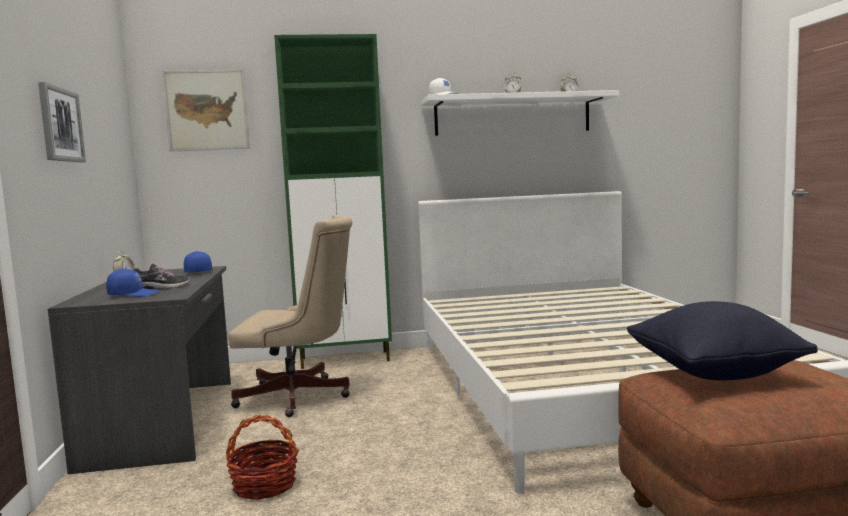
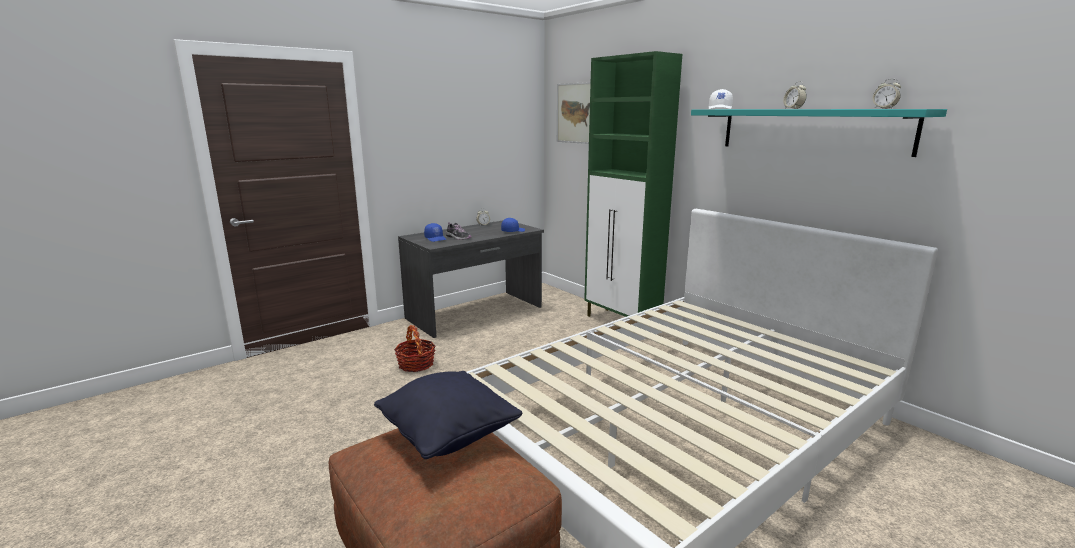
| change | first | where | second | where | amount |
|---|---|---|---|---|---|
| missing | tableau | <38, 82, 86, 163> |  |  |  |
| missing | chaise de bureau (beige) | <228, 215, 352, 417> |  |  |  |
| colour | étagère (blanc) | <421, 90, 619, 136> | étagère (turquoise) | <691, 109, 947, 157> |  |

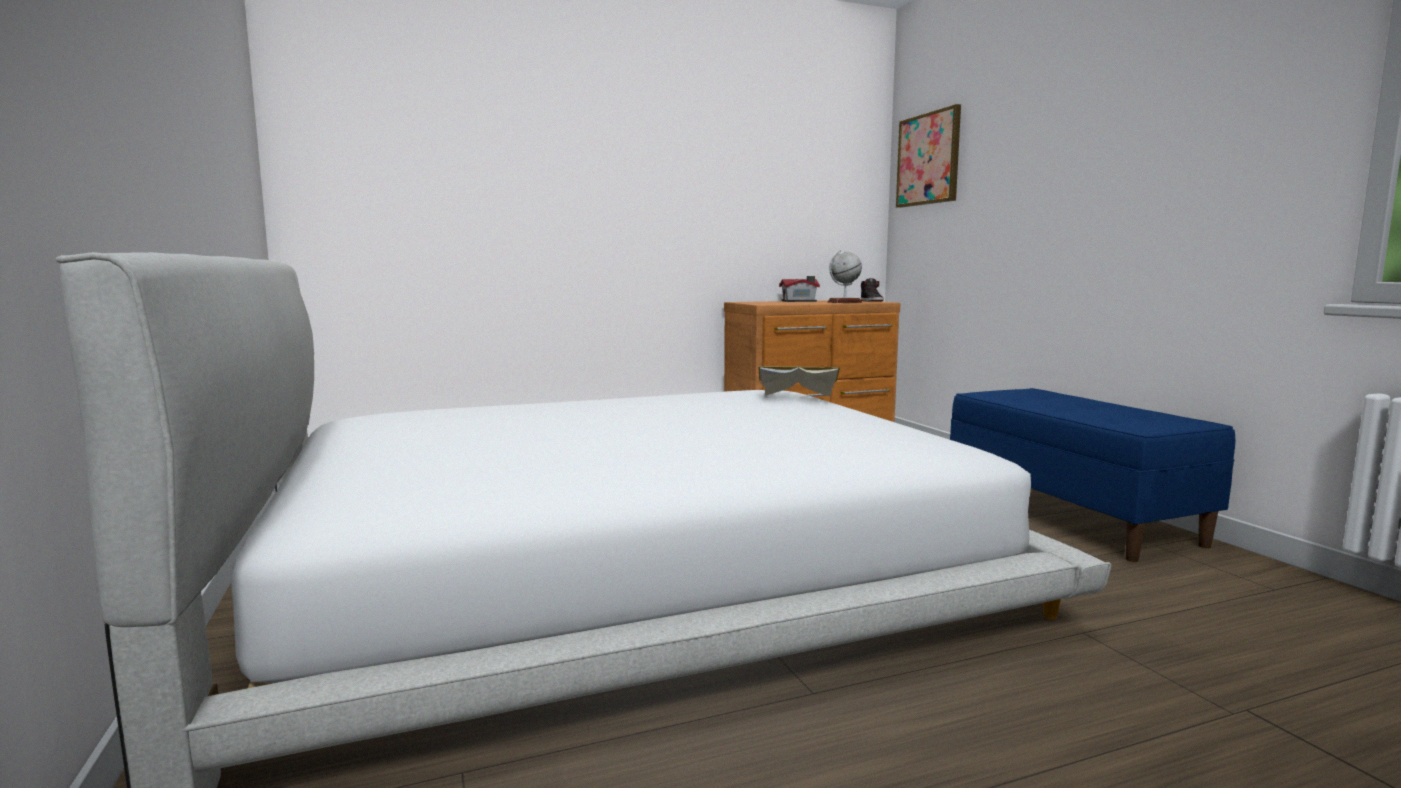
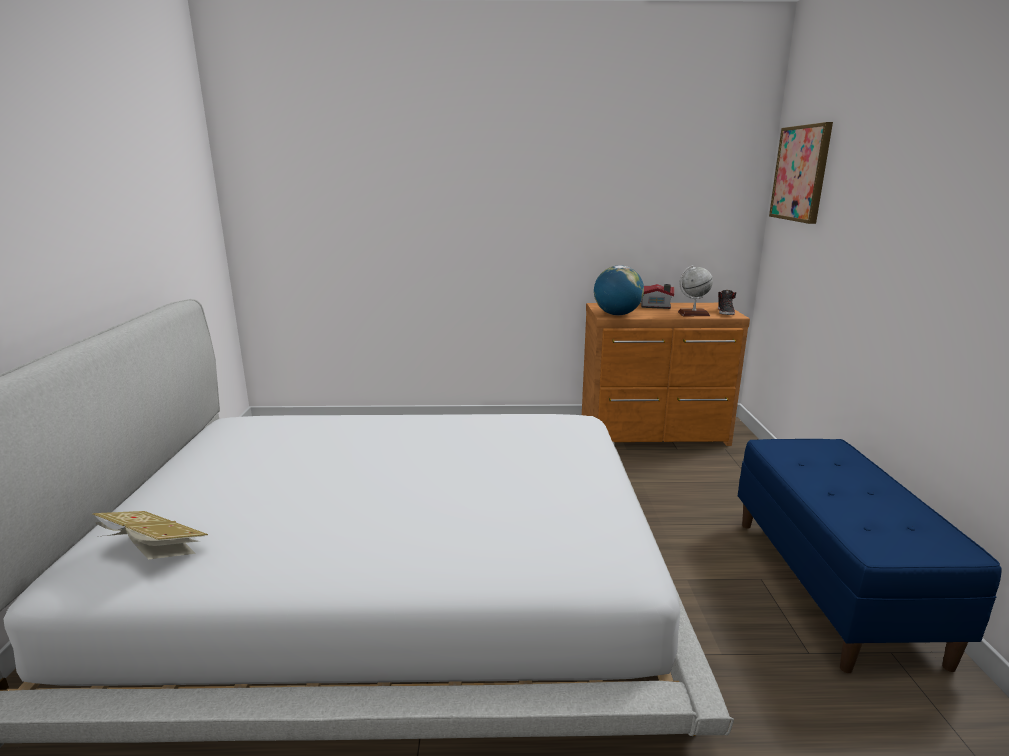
| change | first | where | second | where | amount |
|---|---|---|---|---|---|
| relocated | livre | <758, 366, 840, 397> |  | <92, 511, 208, 560> |  |
| appeared |  |  | globe | <594, 265, 644, 315> |  |

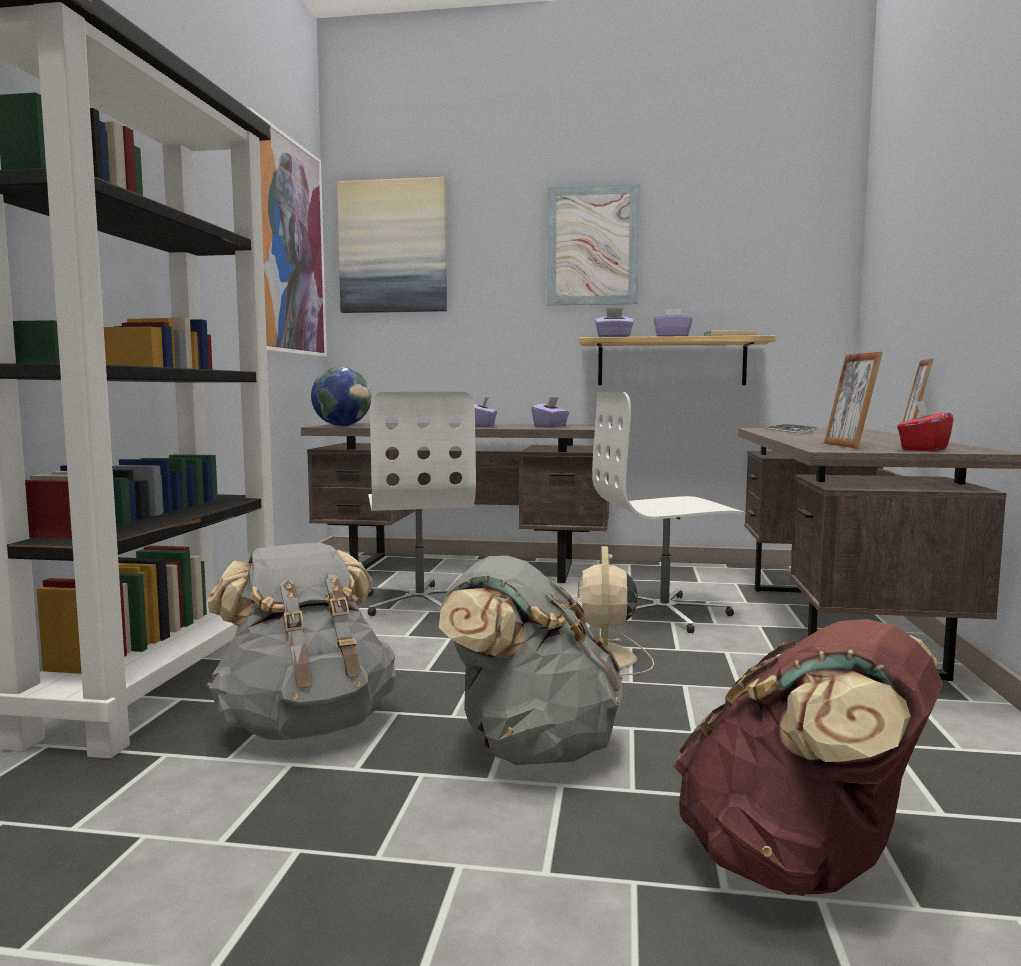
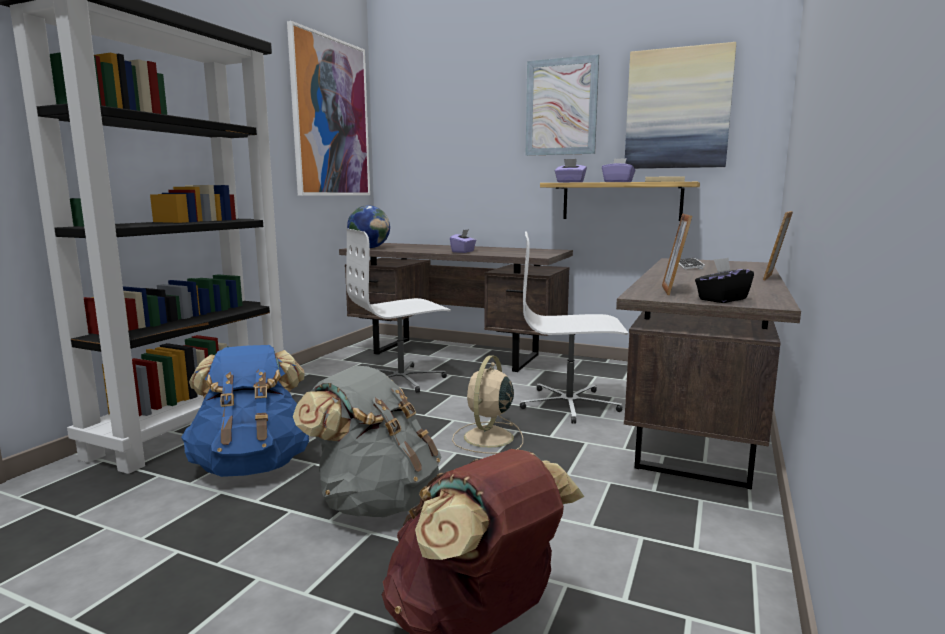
| change | first | where | second | where | amount |
|---|---|---|---|---|---|
| colour | sac à dos (gris) | <207, 542, 396, 740> | sac à dos (bleu) | <181, 345, 309, 477> |  |
| relocated | tableau | <337, 177, 447, 313> |  | <625, 42, 736, 169> |  |
| spun | chaise de bureau (blanc) | <367, 392, 476, 616> |  | <346, 229, 451, 393> | 60 degrees clockwise |
| missing | boîte à mouchoirs (violet) | <532, 397, 569, 428> |  |  |  |
| colour | boîte à mouchoirs (rouge) | <897, 401, 954, 452> | boîte à mouchoirs (noir) | <695, 258, 754, 303> |  |

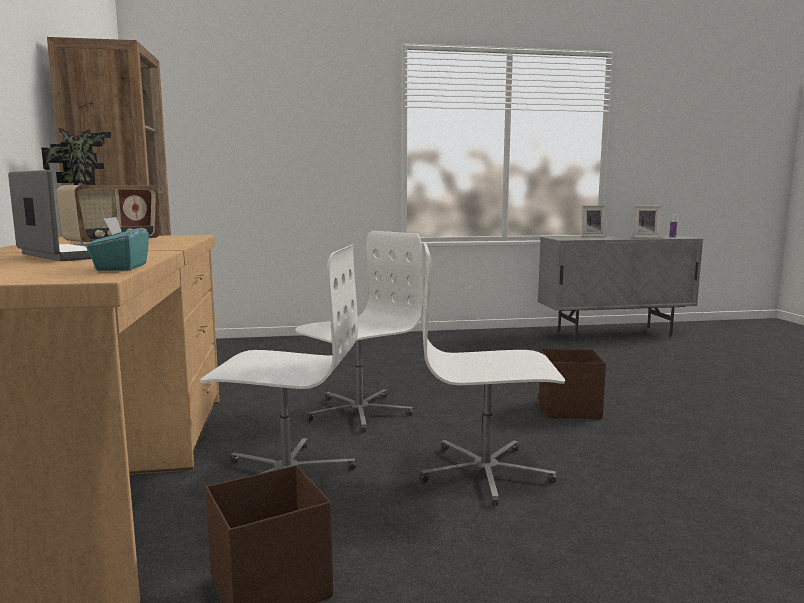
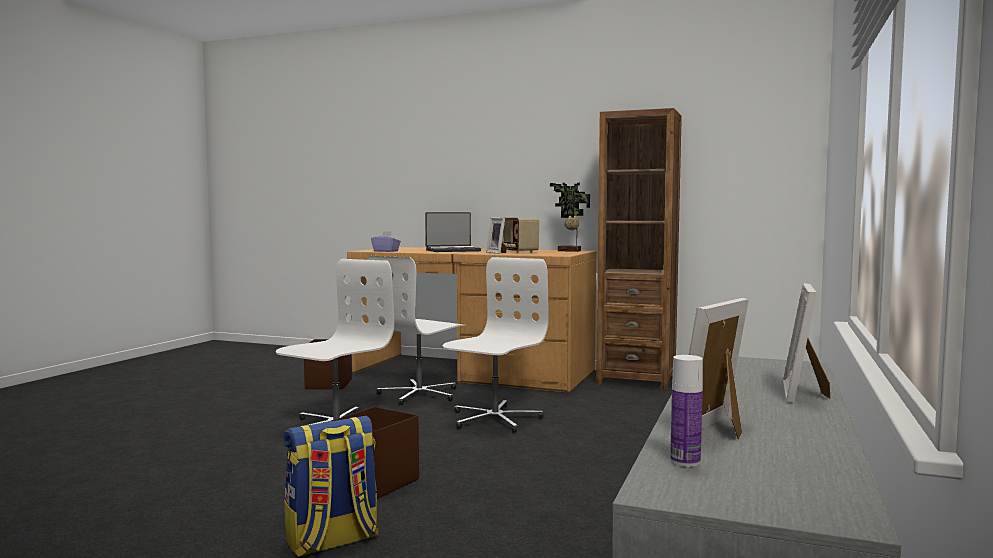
| change | first | where | second | where | amount |
|---|---|---|---|---|---|
| colour | boîte à mouchoirs (turquoise) | <86, 217, 149, 271> | boîte à mouchoirs (violet) | <371, 231, 401, 252> |  |
| spun | chaise de bureau (blanc) | <296, 231, 424, 432> |  | <443, 257, 549, 433> | 135 degrees counterclockwise |
| appeared |  |  | sac à dos | <284, 416, 379, 557> |  |
| appeared |  |  | cadre photo | <486, 218, 507, 254> |  |

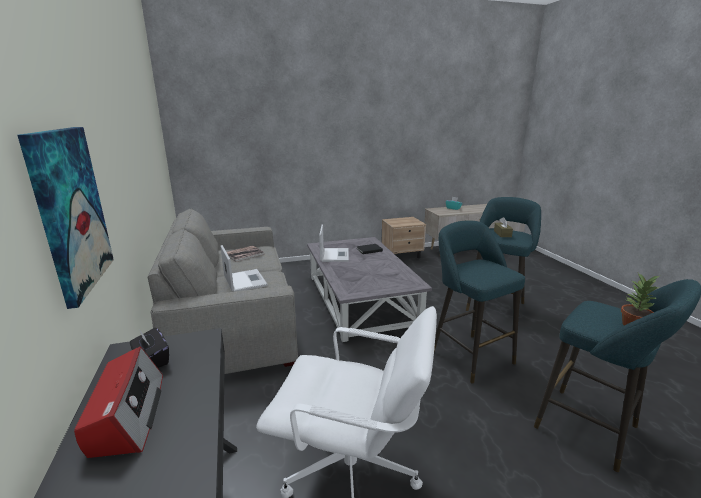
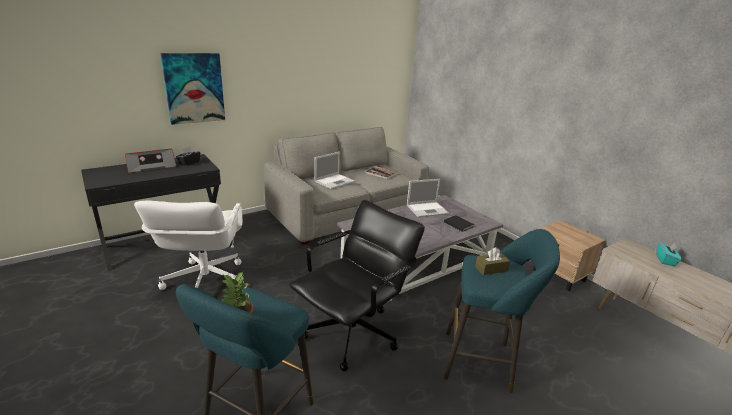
| change | first | where | second | where | amount |
|---|---|---|---|---|---|
| exchanged | tabouret (turquoise) | <434, 221, 525, 384> | chaise de bureau (noir) | <290, 200, 425, 371> |  |

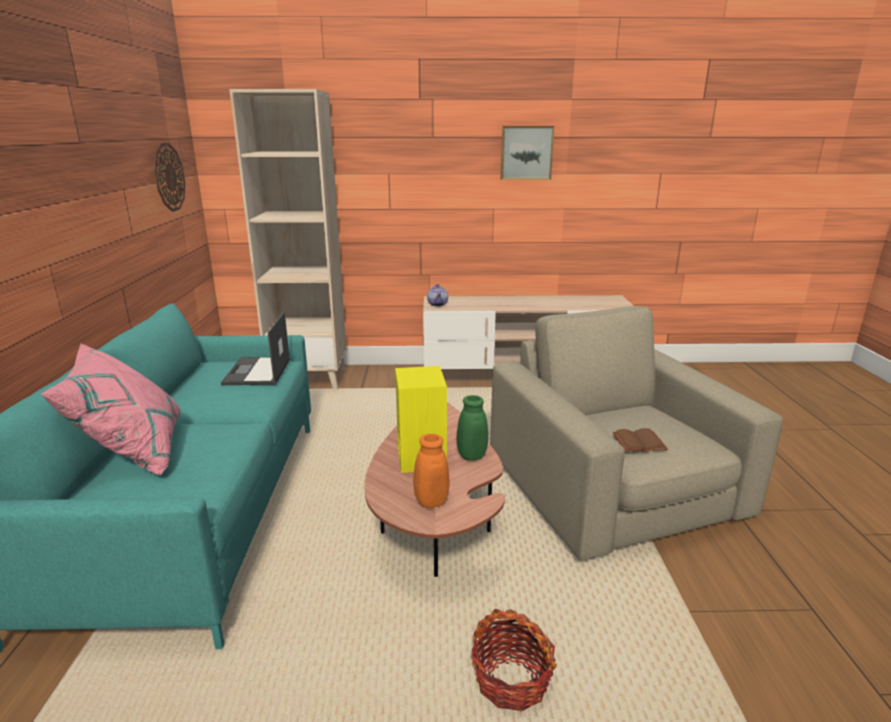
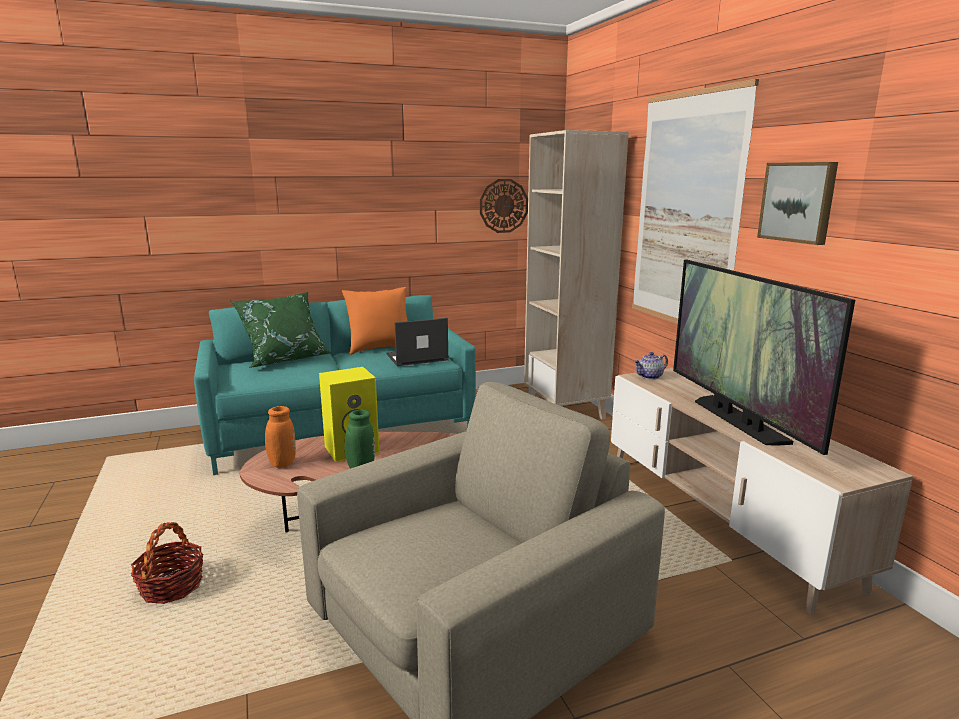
| change | first | where | second | where | amount |
|---|---|---|---|---|---|
| colour | coussin (rose) | <41, 343, 181, 475> | coussin (vert) | <230, 292, 332, 368> |  |
| missing | livre (marron) | <613, 428, 668, 452> |  |  |  |
| appeared |  |  | coussin (orange) | <342, 287, 407, 354> |  |
| appeared |  |  | tableau | <632, 79, 759, 324> |  |
| appeared |  |  | téléviseur | <673, 260, 855, 455> |  |

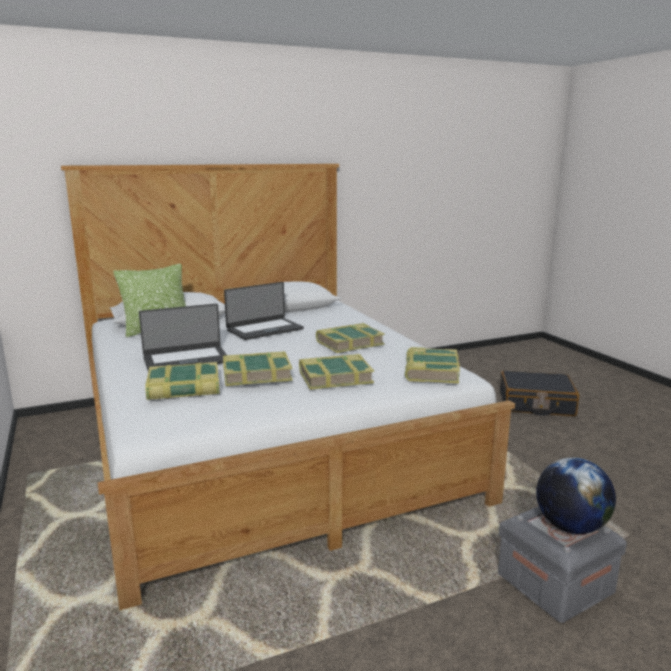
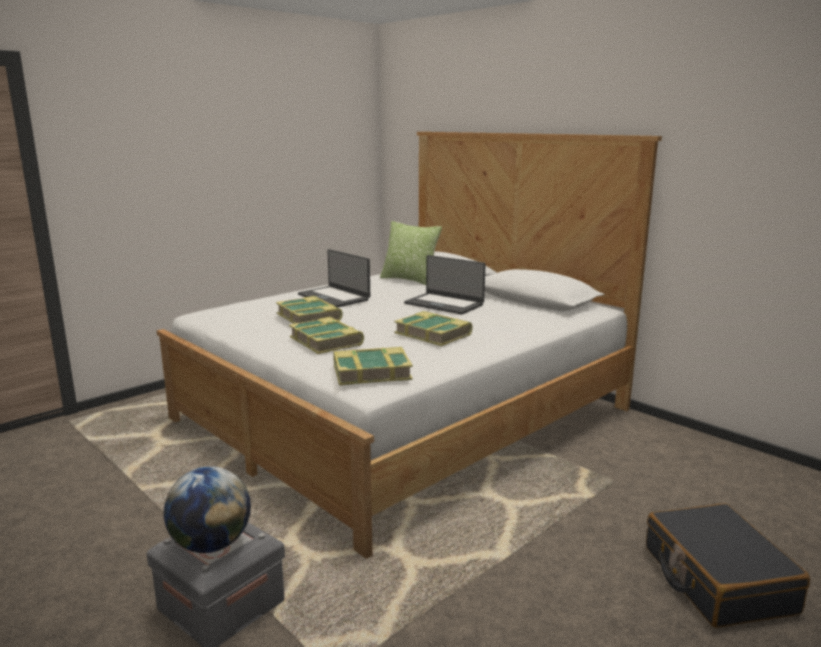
| change | first | where | second | where | amount |
|---|---|---|---|---|---|
| missing | livre | <145, 362, 220, 400> |  |  |  |

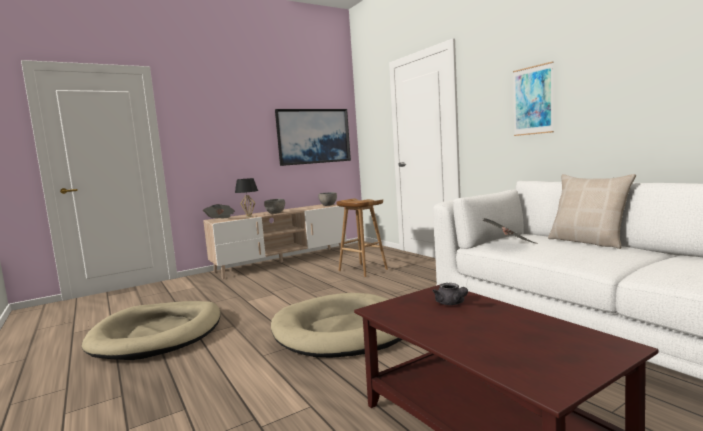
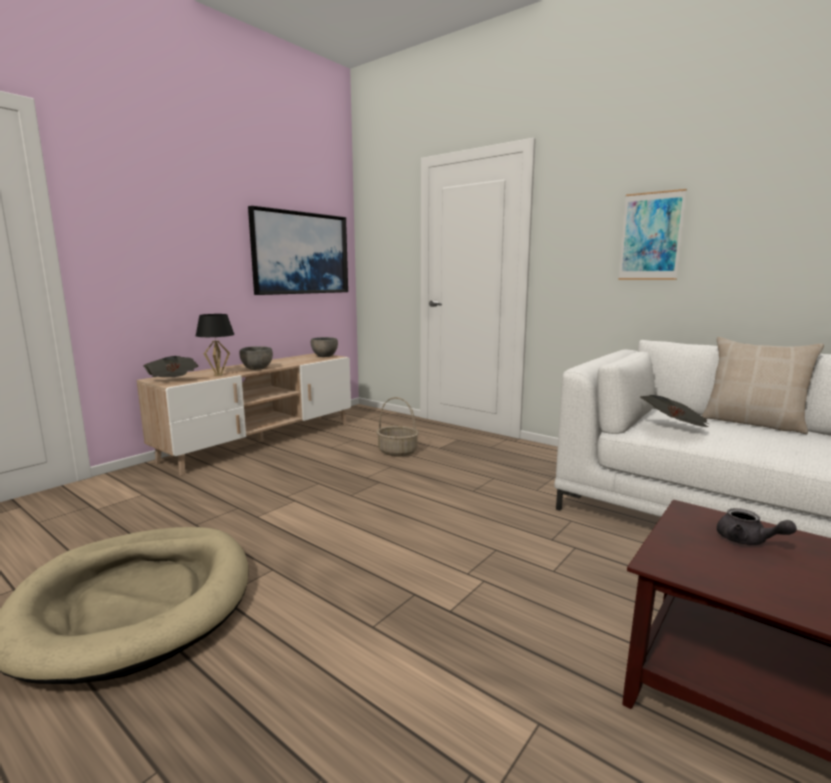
| change | first | where | second | where | amount |
|---|---|---|---|---|---|
| missing | panier pour chien (beige) | <271, 293, 402, 358> |  |  |  |
| exchanged | tabouret (marron) | <336, 198, 388, 277> | panier | <377, 397, 419, 456> |  |

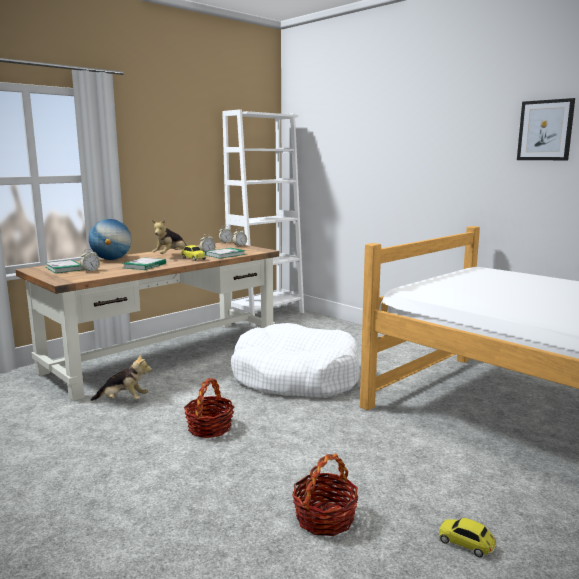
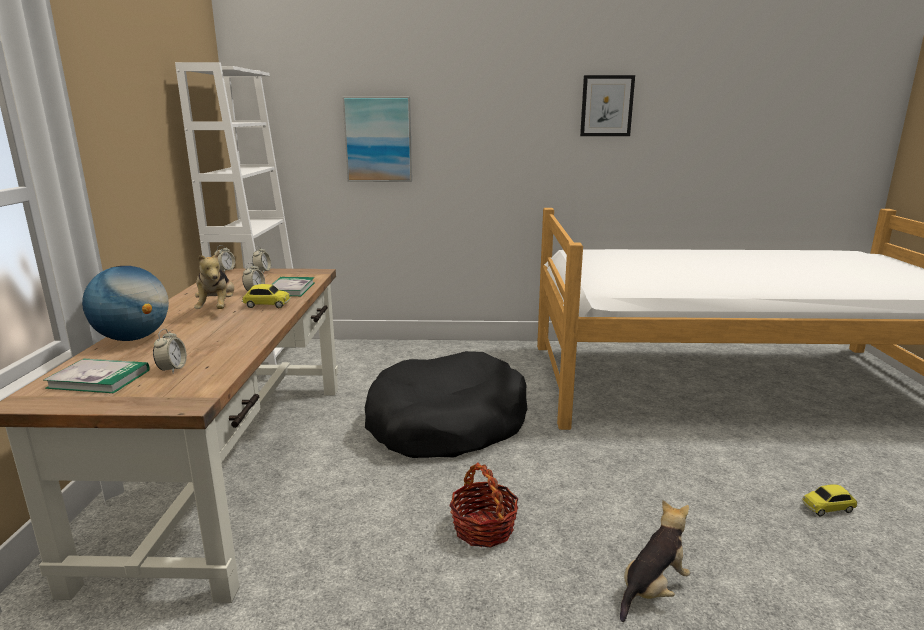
| change | first | where | second | where | amount |
|---|---|---|---|---|---|
| relocated | peluche | <91, 355, 152, 401> |  | <620, 500, 690, 622> |  |
| missing | livre | <122, 258, 166, 270> |  |  |  |
| colour | panier pour chien (blanc) | <231, 323, 360, 398> | panier pour chien (noir) | <365, 351, 528, 458> |  |
| missing | panier | <292, 453, 359, 536> |  |  |  |
| appeared |  |  | tableau | <342, 96, 412, 182> |  |

